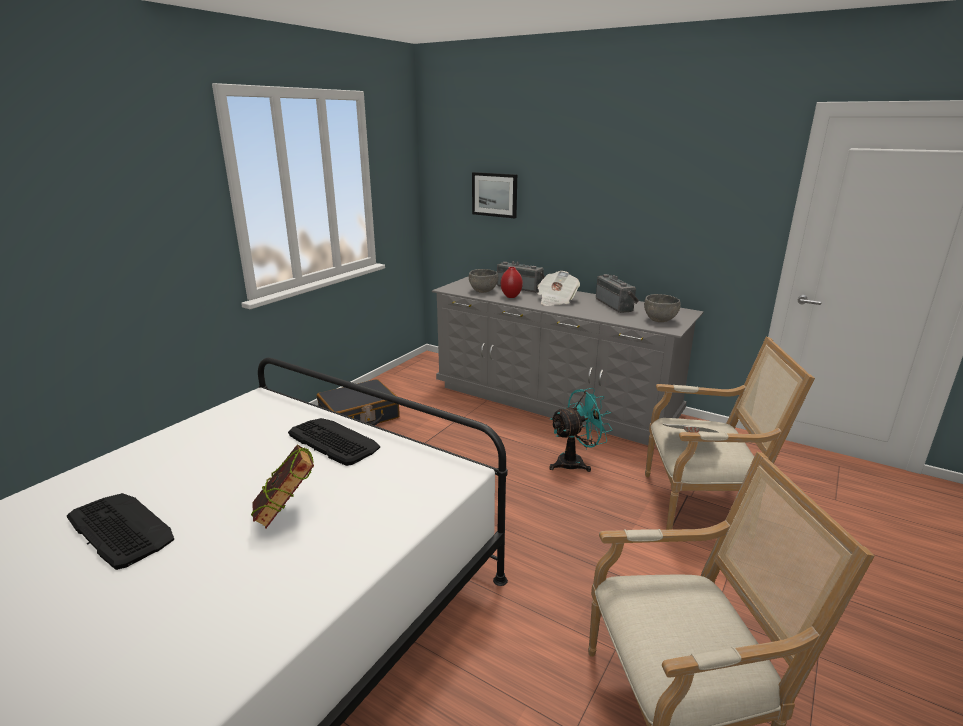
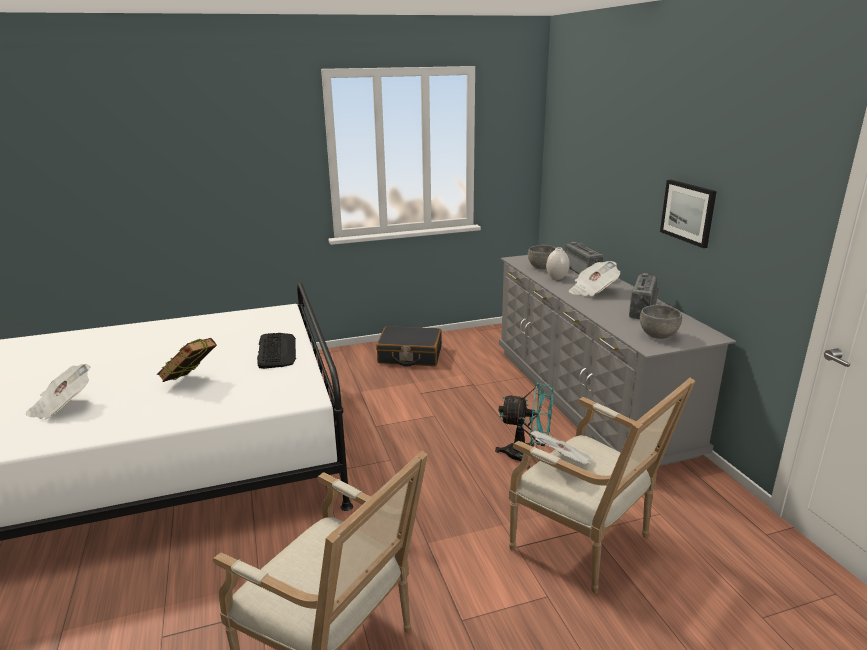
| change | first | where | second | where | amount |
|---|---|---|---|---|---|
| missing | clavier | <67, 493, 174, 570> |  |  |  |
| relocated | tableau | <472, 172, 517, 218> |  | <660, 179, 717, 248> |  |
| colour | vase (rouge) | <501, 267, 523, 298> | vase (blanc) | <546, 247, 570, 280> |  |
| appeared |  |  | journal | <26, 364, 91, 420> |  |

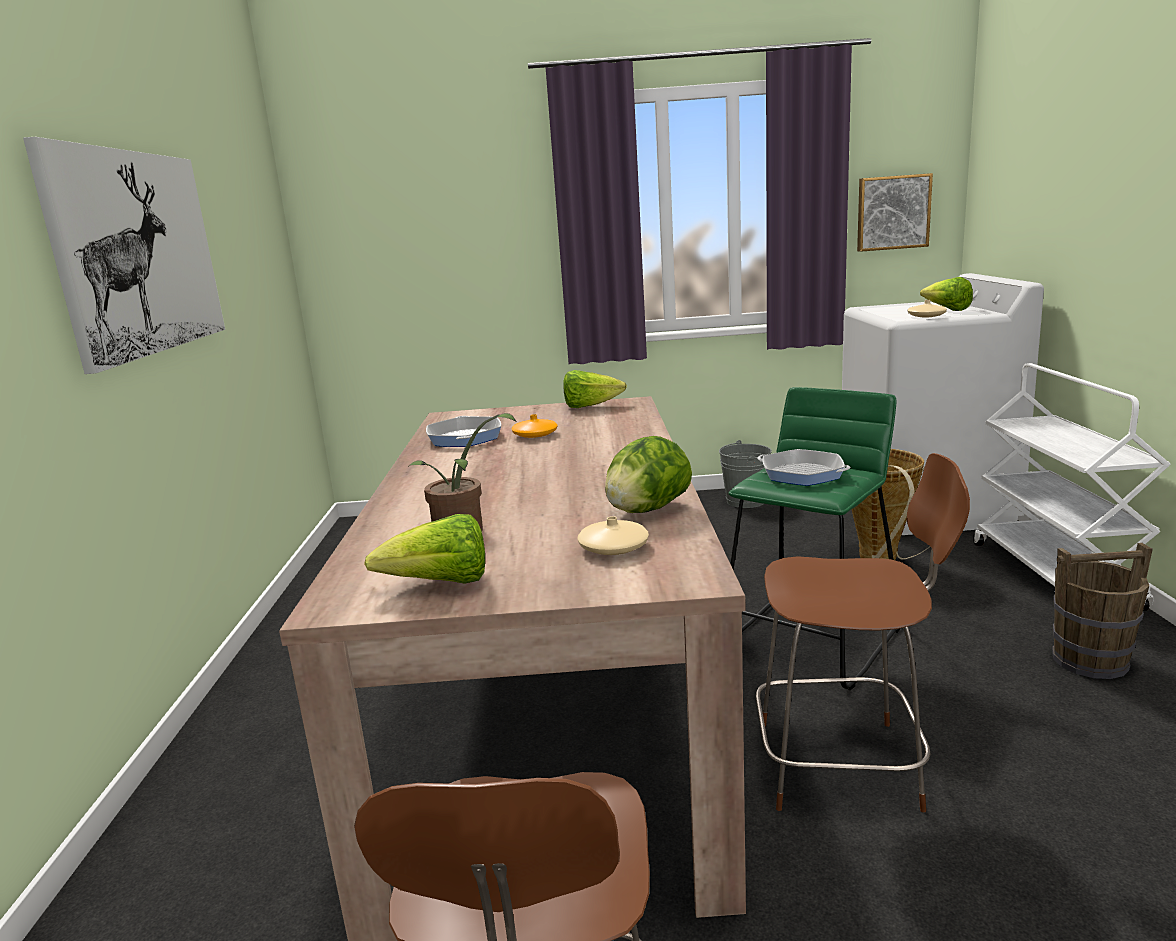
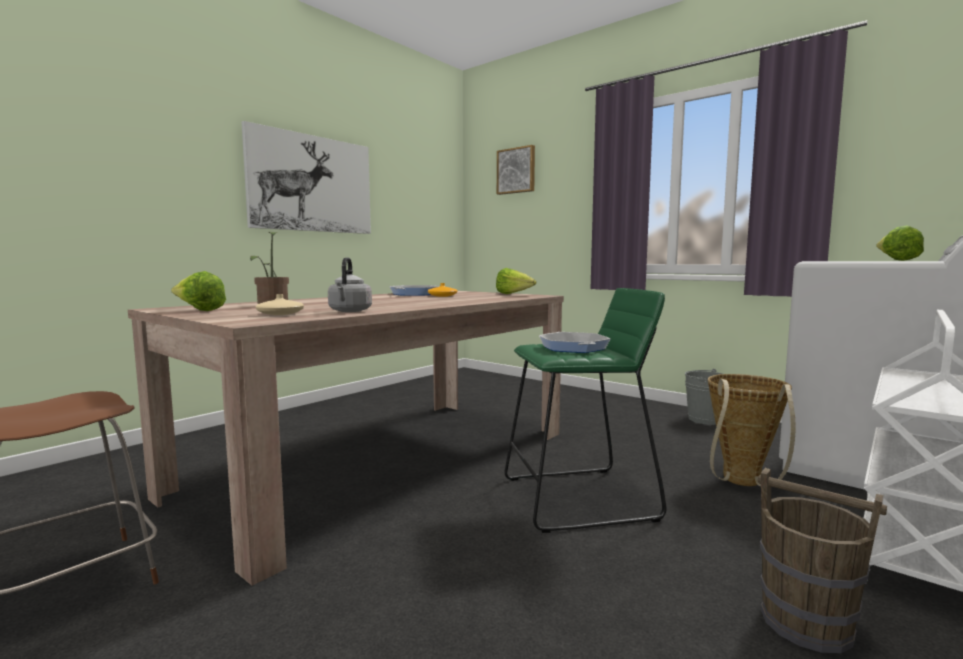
| change | first | where | second | where | amount |
|---|---|---|---|---|---|
| exchanged | laitue | <605, 436, 692, 513> | bouilloire (gris) | <328, 257, 372, 312> |  |
| missing | chaise (marron) | <756, 453, 970, 812> |  |  |  |
| relocated | tableau | <857, 173, 933, 252> |  | <497, 145, 535, 195> |  |
| missing | vase (beige) | <908, 300, 947, 318> |  |  |  |

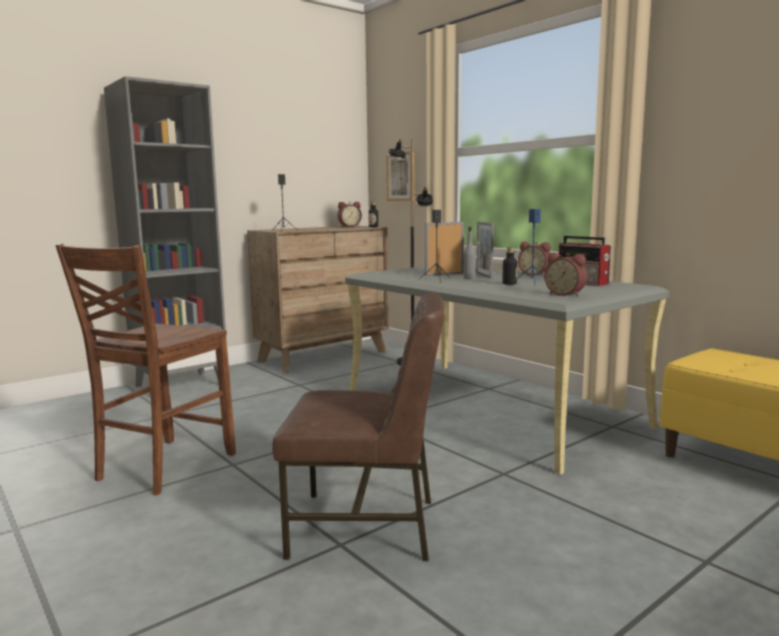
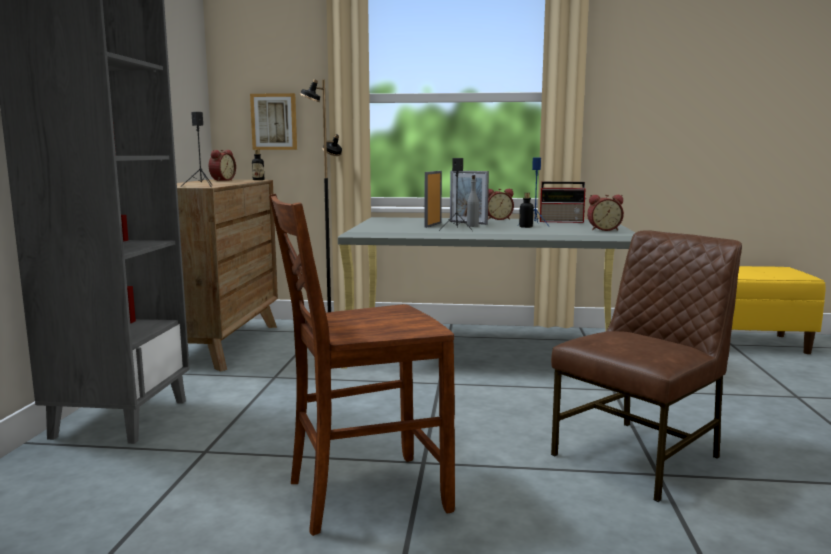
| change | first | where | second | where | amount |
|---|---|---|---|---|---|
| spun | chaise (marron) | <56, 244, 236, 495> |  | <269, 194, 455, 536> | 90 degrees clockwise |

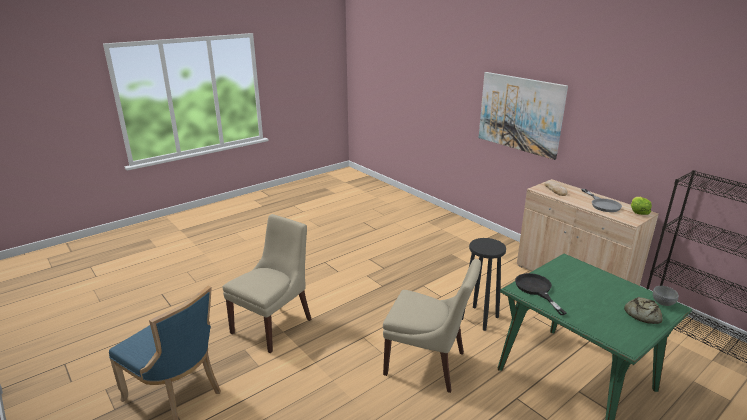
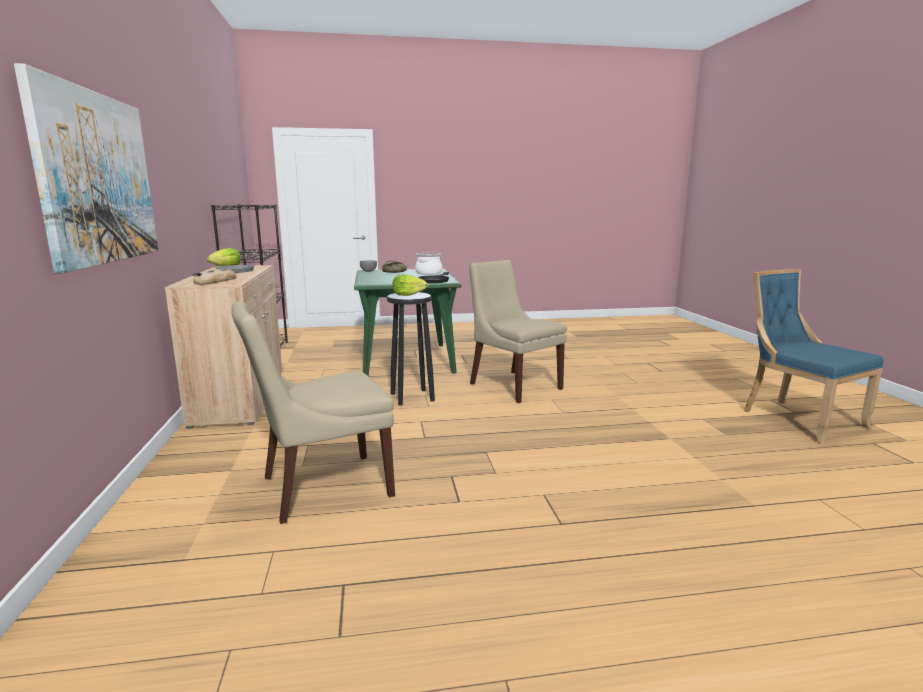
| change | first | where | second | where | amount |
|---|---|---|---|---|---|
| relocated | chaise (beige) | <223, 214, 311, 353> |  | <231, 301, 395, 524> |  |
| appeared |  |  | laitue | <392, 274, 428, 296> |  |
| appeared |  |  | marmite | <415, 253, 442, 275> |  |

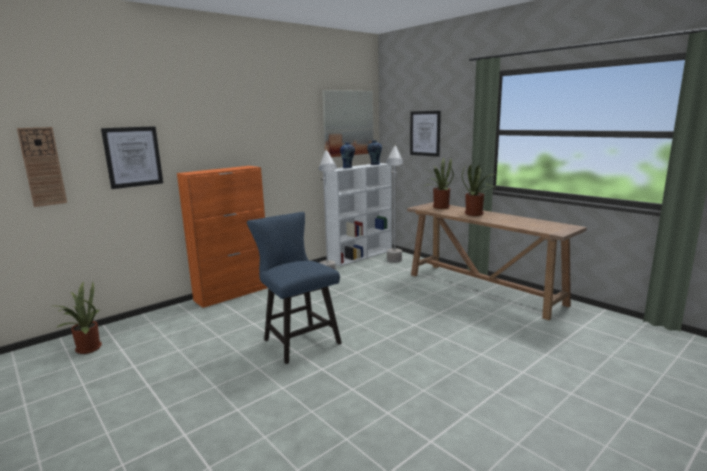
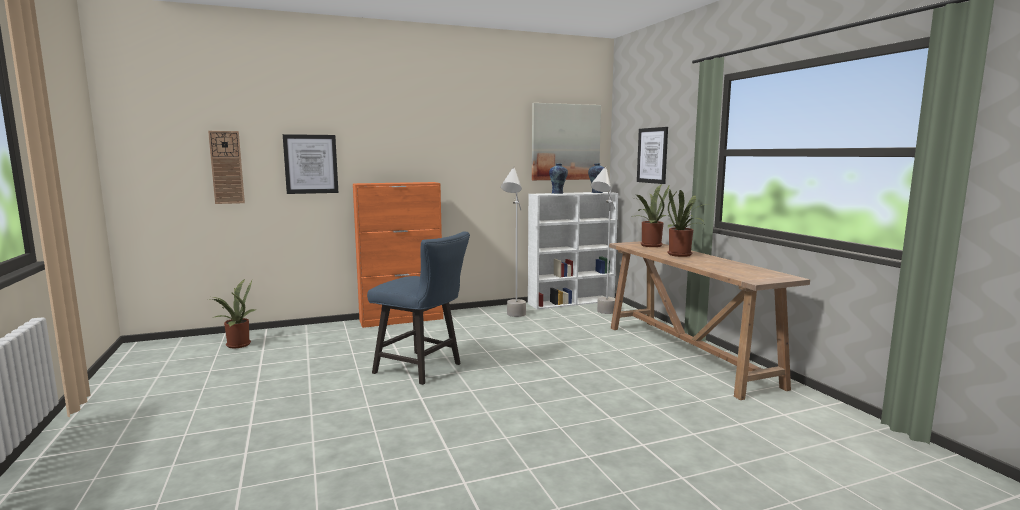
| change | first | where | second | where | amount |
|---|---|---|---|---|---|
| spun | chaise (bleu) | <247, 212, 342, 364> |  | <367, 231, 470, 385> | 135 degrees clockwise |

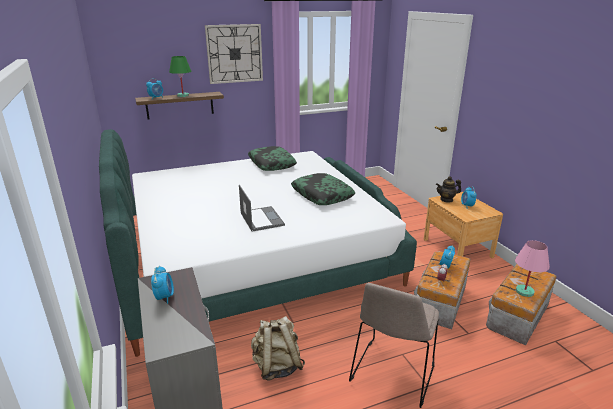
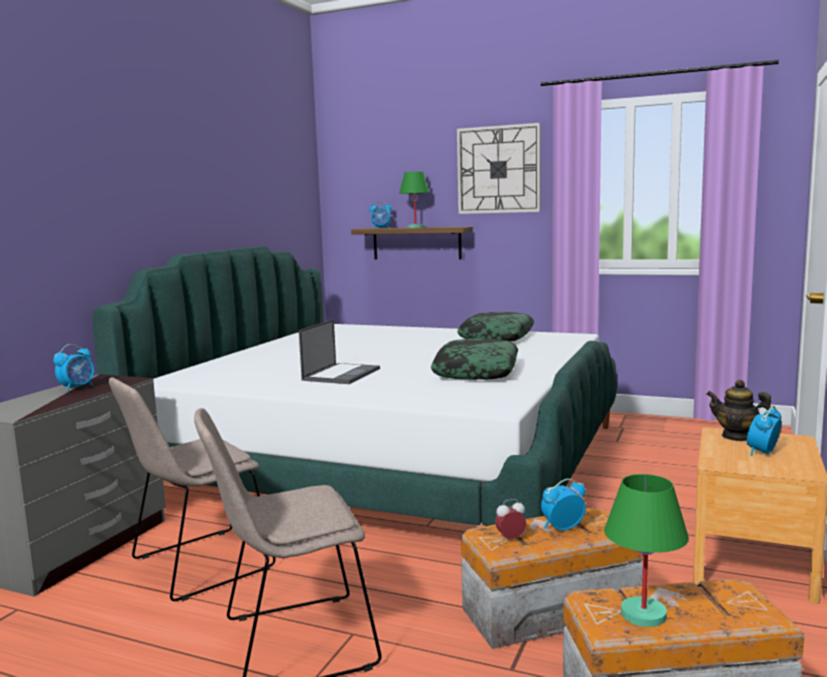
| change | first | where | second | where | amount |
|---|---|---|---|---|---|
| exchanged | sac à dos (beige) | <251, 316, 305, 381> | chaise (beige) | <109, 377, 276, 602> |  |
| colour | lampe de table (rose) | <515, 240, 550, 297> | lampe de table (vert) | <604, 474, 689, 627> |  |

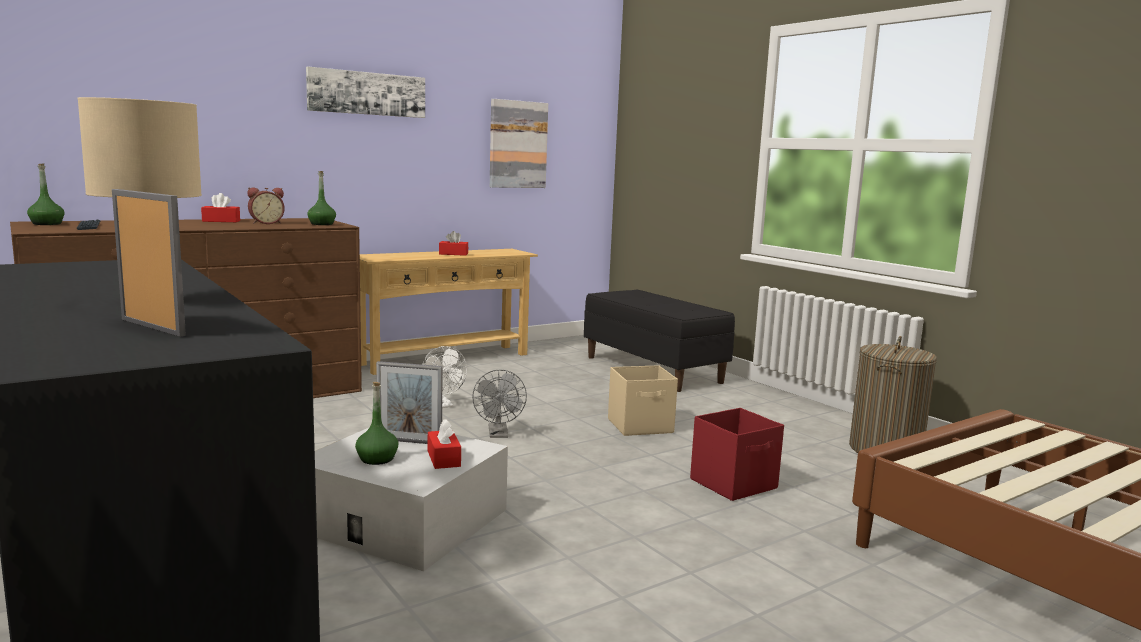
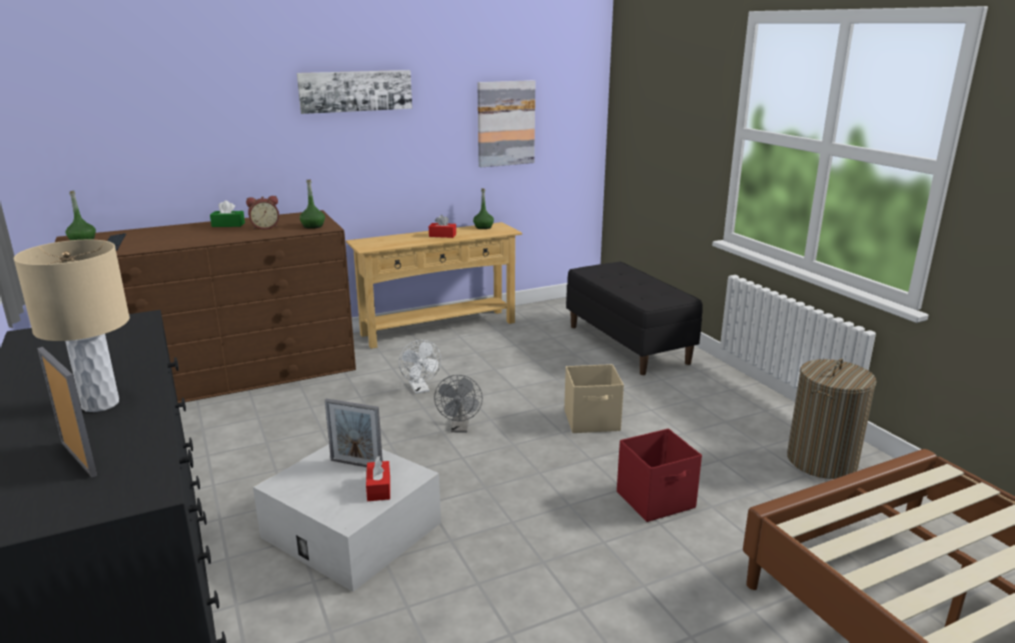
| change | first | where | second | where | amount |
|---|---|---|---|---|---|
| colour | boîte à mouchoirs (rouge) | <201, 193, 240, 222> | boîte à mouchoirs (vert) | <210, 200, 245, 227> |  |
| relocated | bouteille (vert) | <355, 382, 398, 465> |  | <473, 188, 494, 229> |  |

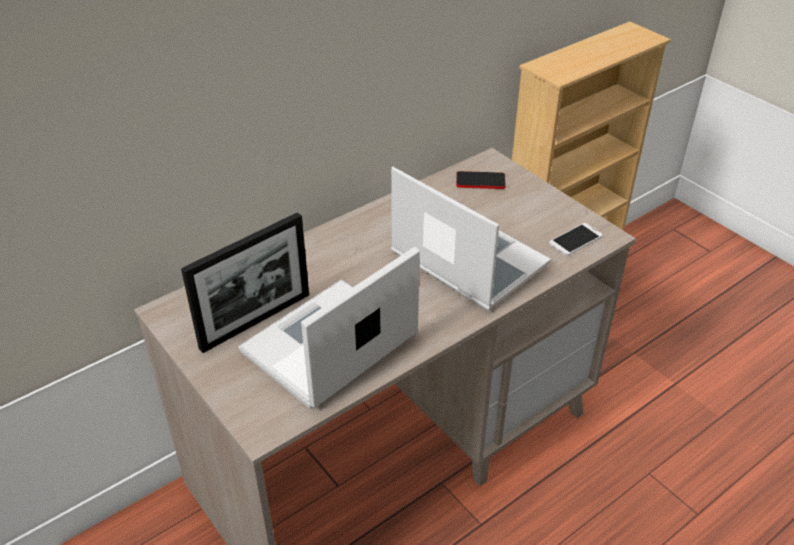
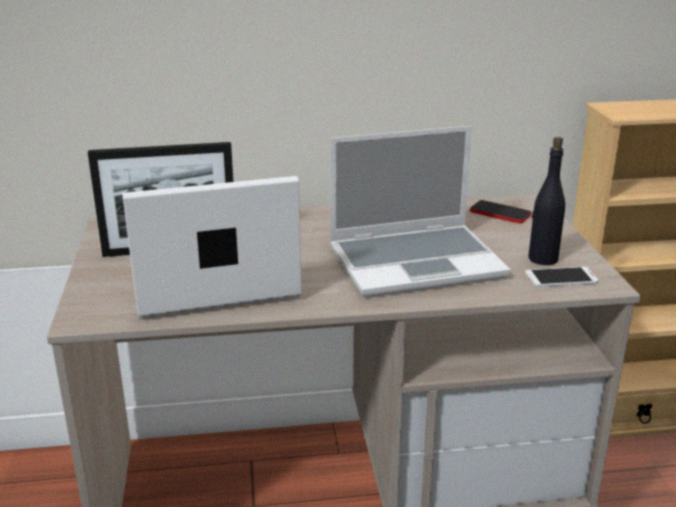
| change | first | where | second | where | amount |
|---|---|---|---|---|---|
| spun | ordinateur portable | <391, 167, 551, 311> |  | <330, 126, 511, 298> | 90 degrees clockwise |
| appeared |  |  | bouteille (noir) | <528, 137, 565, 265> |  |

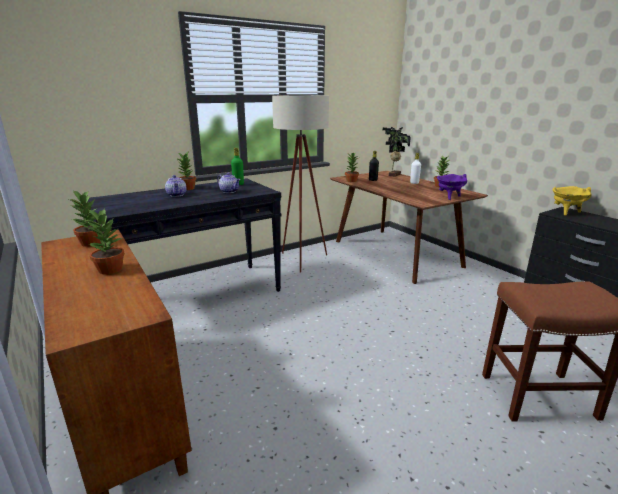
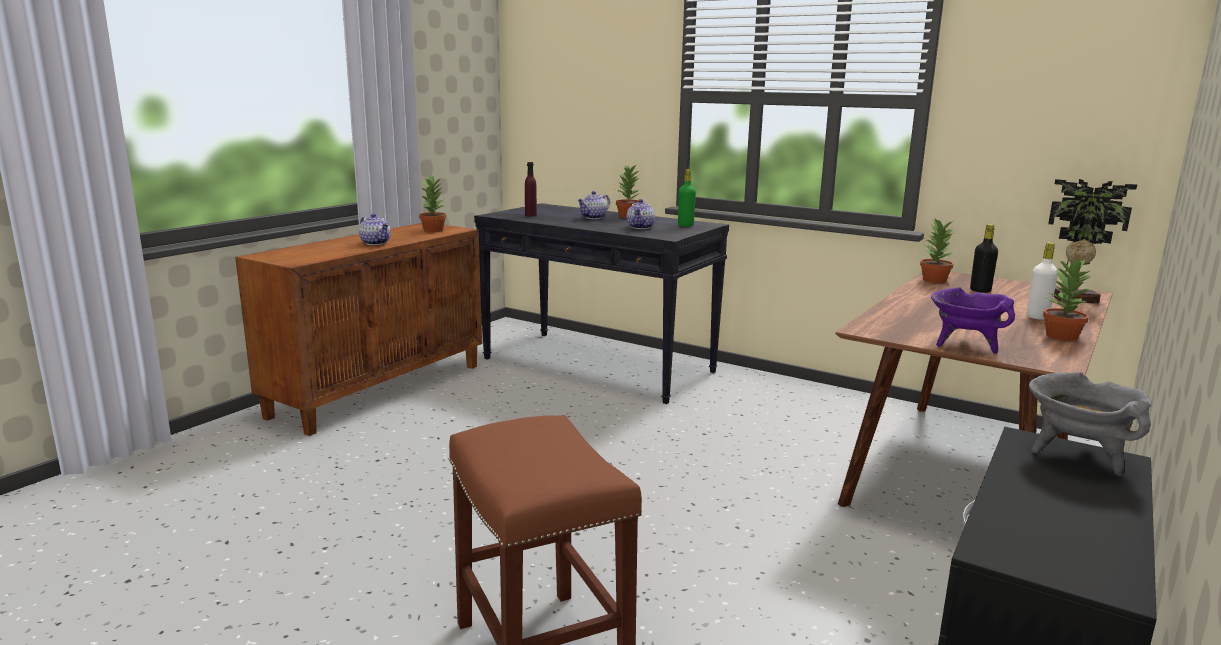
| change | first | where | second | where | amount |
|---|---|---|---|---|---|
| exchanged | plante en pot | <86, 209, 125, 275> | théière | <359, 213, 391, 245> |  |
| missing | lampadaire (beige) | <272, 95, 329, 273> |  |  |  |
| colour | marmite (jaune) | <552, 186, 591, 216> | marmite (gris) | <1029, 372, 1152, 476> |  |
| appeared |  |  | bouteille (violet) | <525, 162, 537, 217> |  |

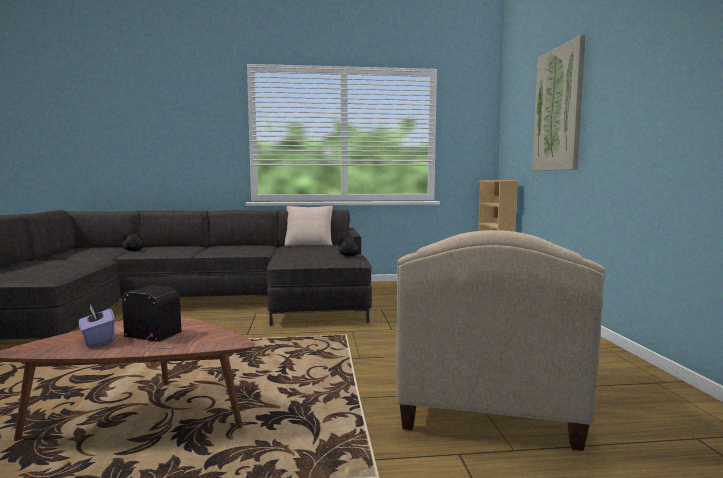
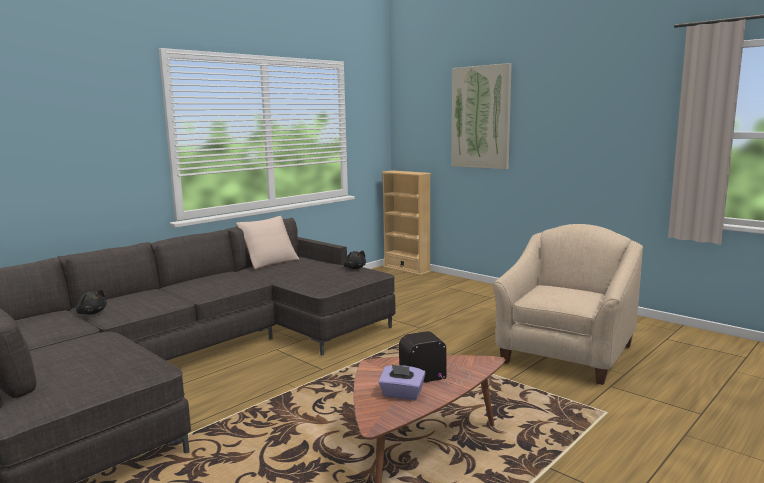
| change | first | where | second | where | amount |
|---|---|---|---|---|---|
| spun | fauteuil (beige) | <396, 230, 605, 451> |  | <493, 224, 643, 385> | 120 degrees counterclockwise |

